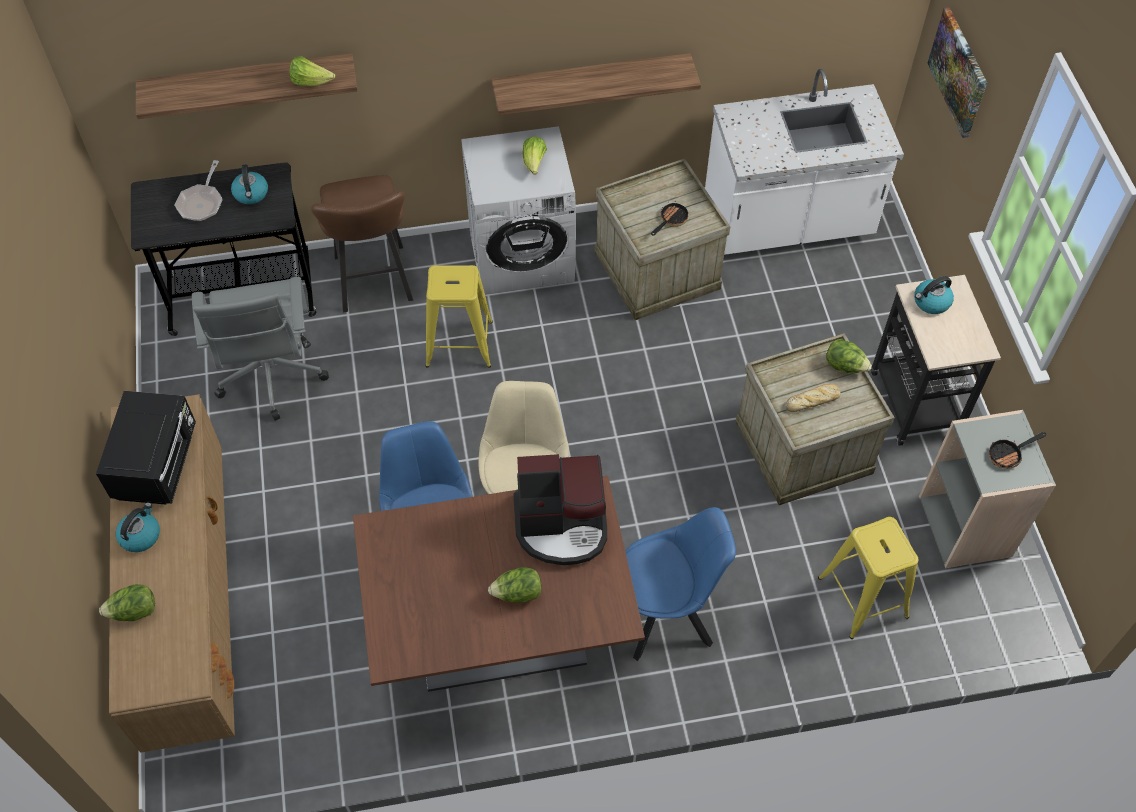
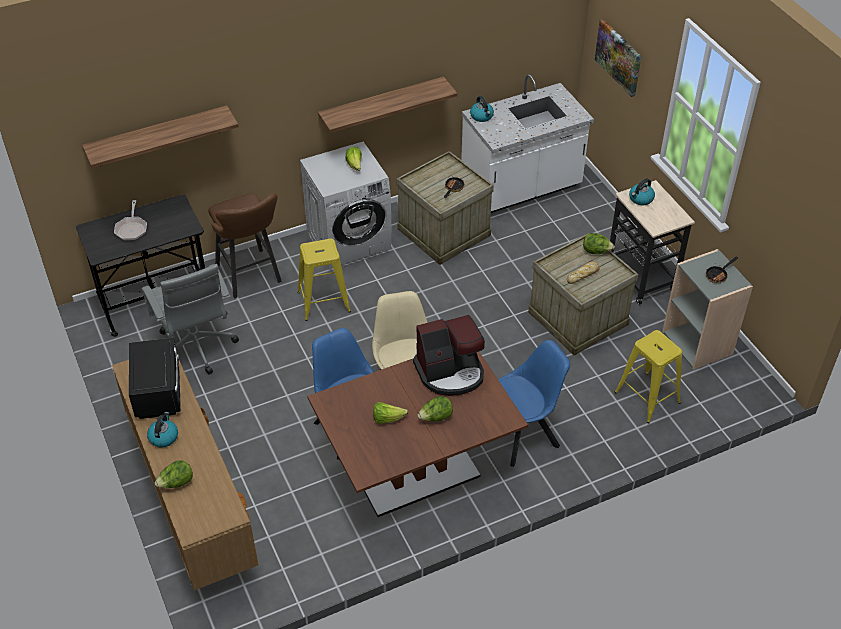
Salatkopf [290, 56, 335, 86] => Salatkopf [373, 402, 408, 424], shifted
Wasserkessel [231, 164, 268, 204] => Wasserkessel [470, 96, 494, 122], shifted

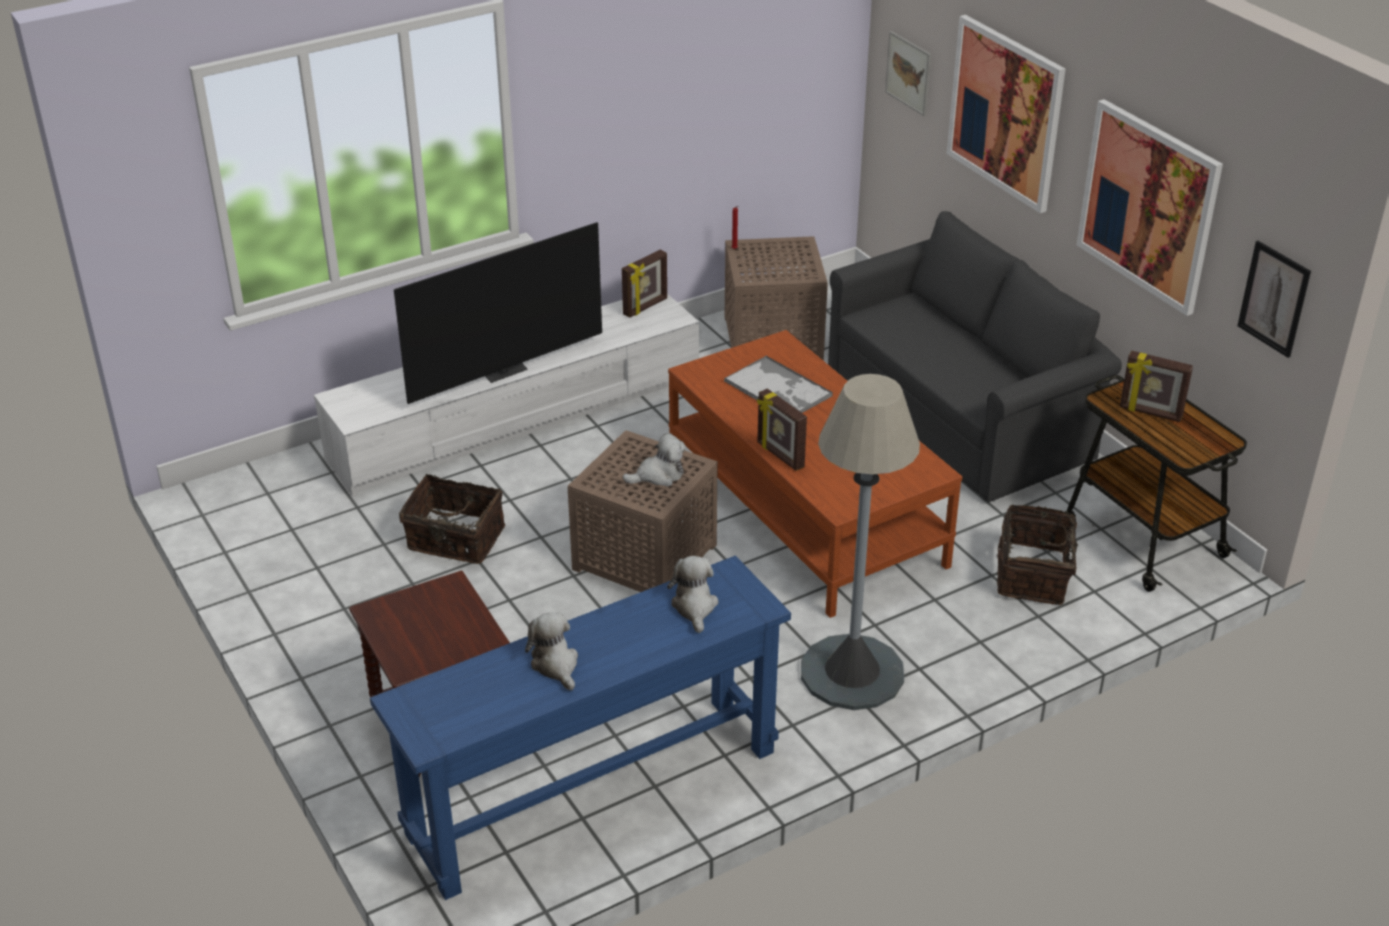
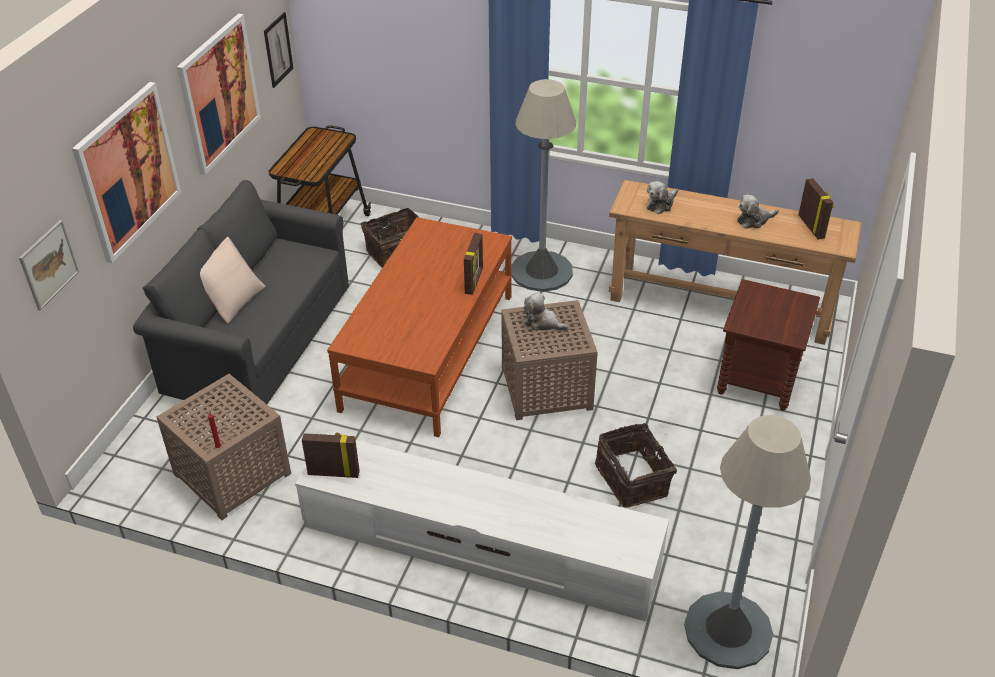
Fernseher [394, 222, 602, 404] => nothing
Bilderrahmen [1120, 351, 1193, 422] => Bilderrahmen [798, 178, 834, 240], shifted
Tablett [724, 355, 833, 413] => nothing
Konsolentisch/blau [370, 556, 791, 900] => Konsolentisch/braun [609, 180, 862, 345]
Plüschtier [525, 613, 578, 691] => Plüschtier [737, 194, 779, 228], 45 degrees clockwise
nothing => Kissen/beige [200, 237, 266, 324]
nothing => Stehlampe/grau [684, 415, 811, 669]

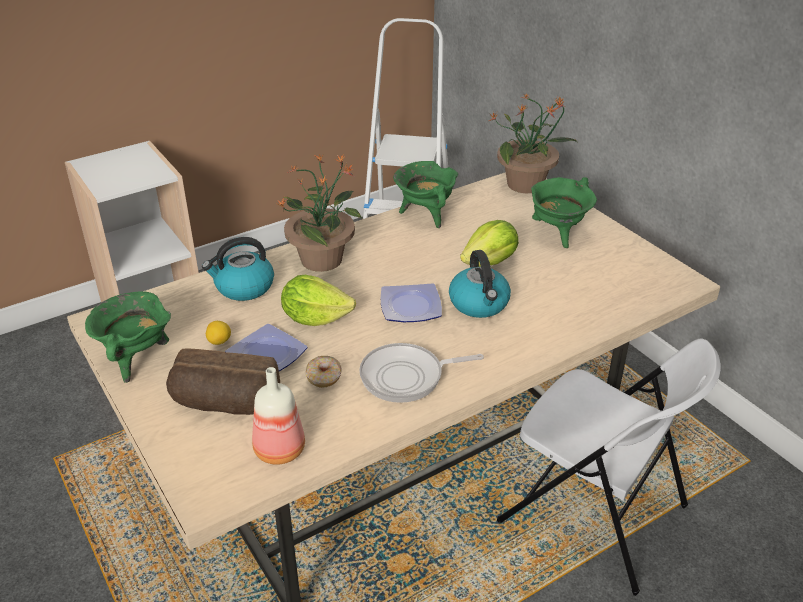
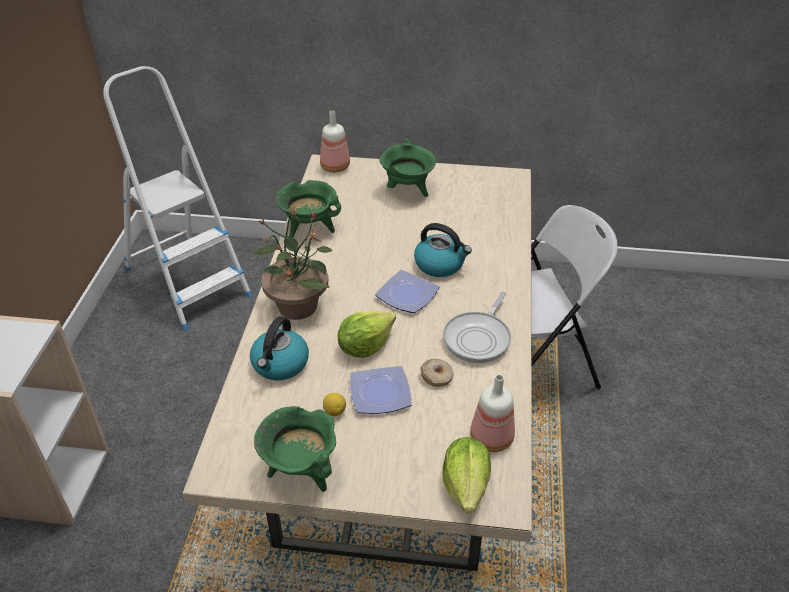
Topfpflanze [489, 93, 577, 193] => Flasche [320, 111, 350, 173]
Salatkopf [460, 220, 519, 267] => Salatkopf [442, 437, 491, 514], shifted
Brot [166, 348, 280, 415] => nothing

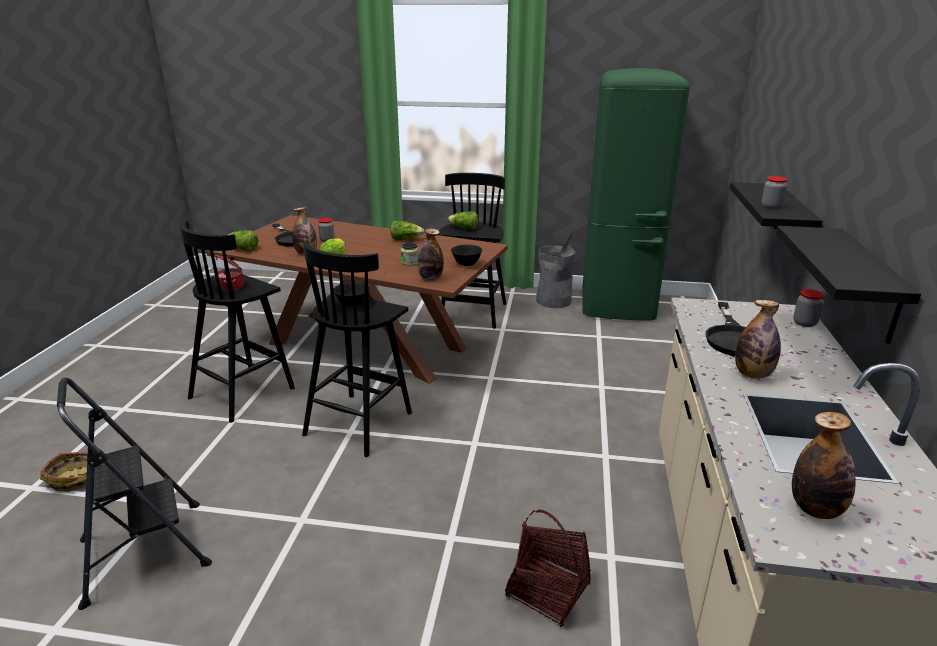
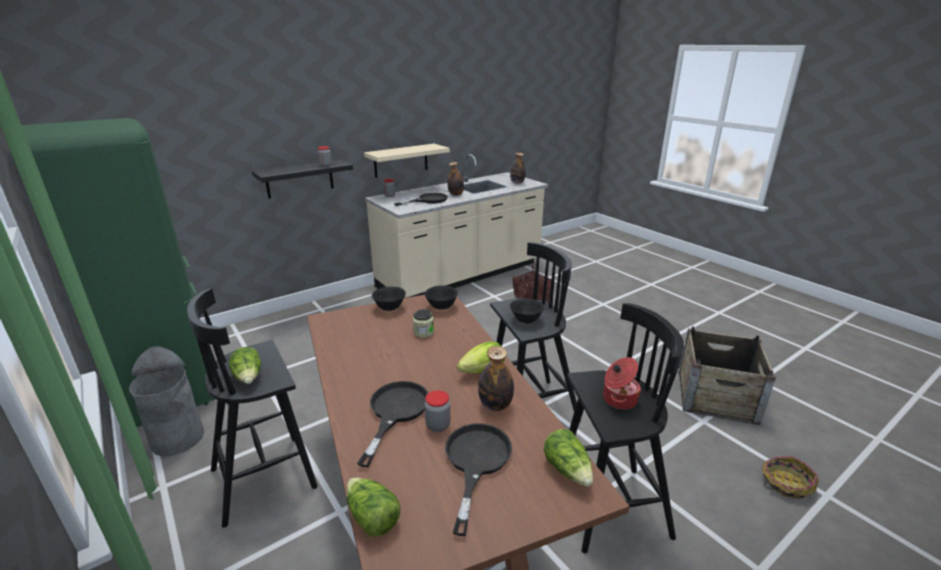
Salatkopf [391, 221, 425, 241] => Salatkopf [347, 478, 400, 537], shifted
Wandregal/schwarz [776, 226, 921, 344] => Wandregal/beige [364, 144, 450, 178]
Flasche [418, 229, 444, 280] => Schüssel/schwarz [425, 285, 458, 310]
Trittleiter/schwarz [57, 377, 212, 610] => Kiste [679, 327, 776, 425]
nothing => Pfanne/schwarz [357, 381, 428, 467]

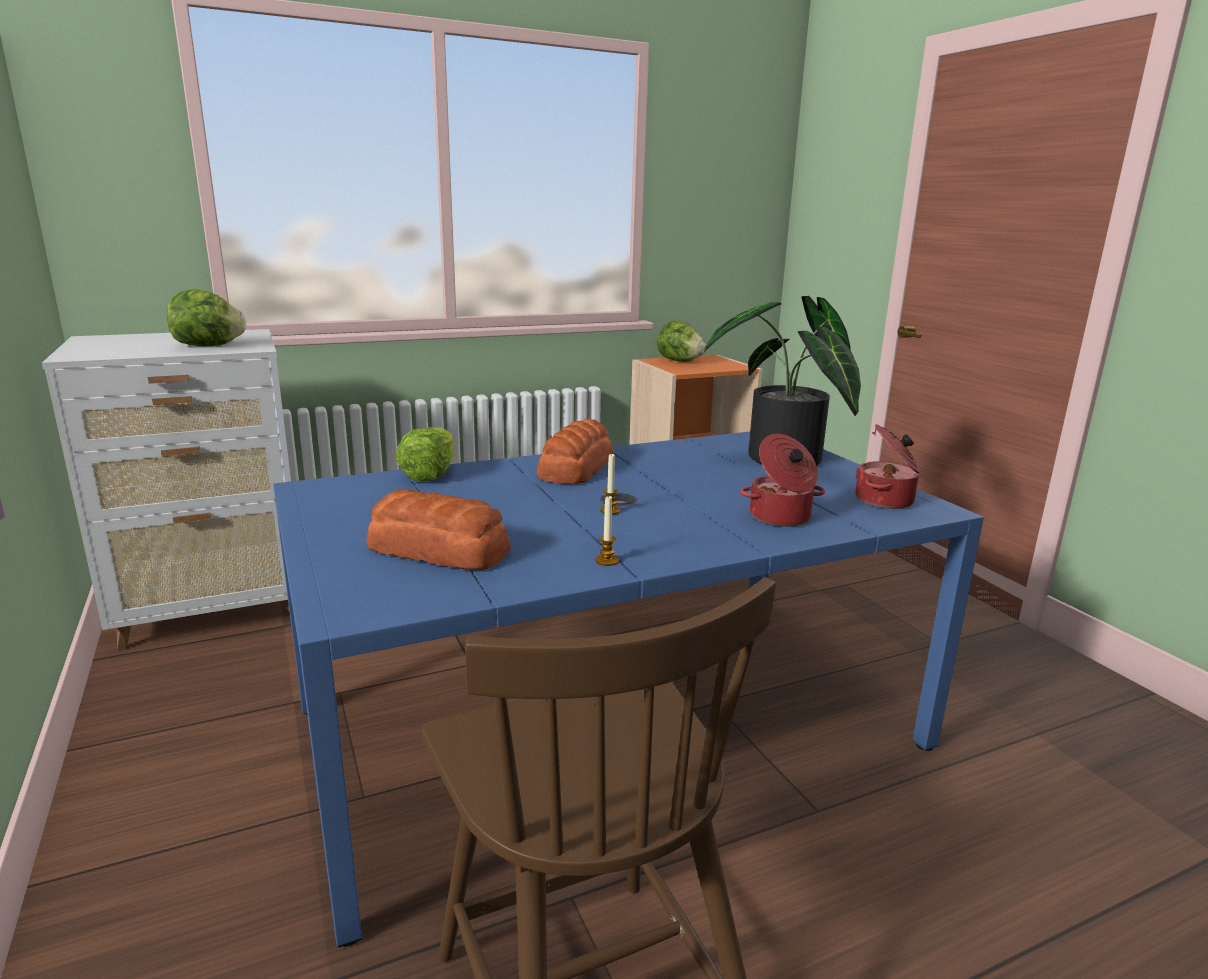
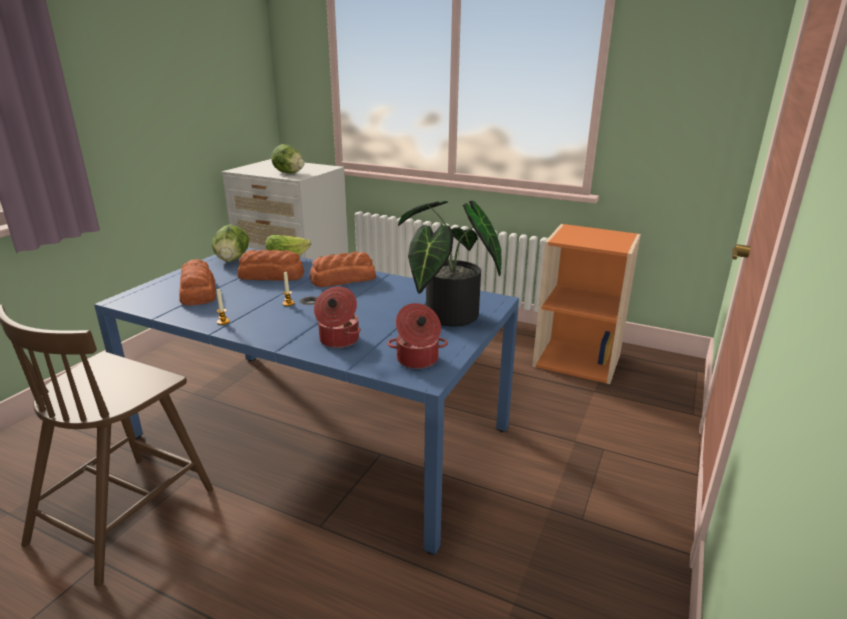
Salatkopf [657, 320, 706, 362] => Salatkopf [212, 224, 249, 262], shifted
nothing => Brot [238, 250, 304, 281]

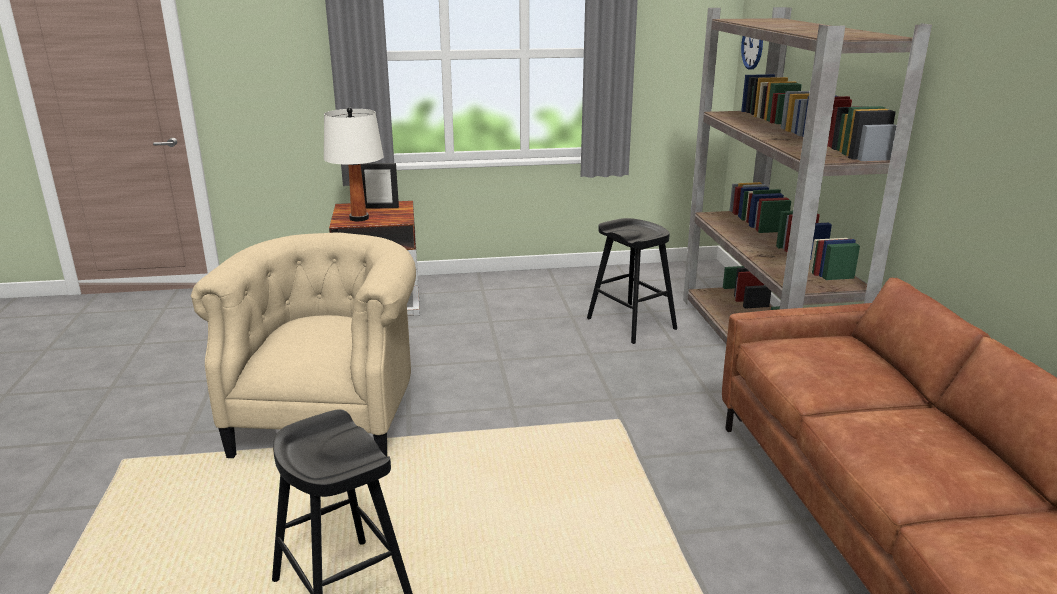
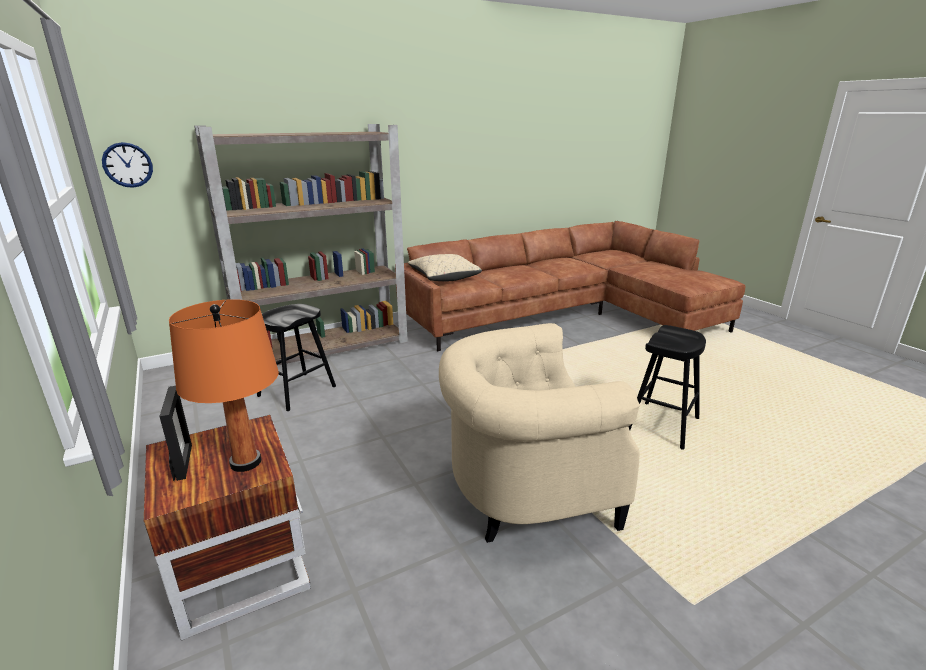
Tischlampe/weiß [324, 107, 384, 221] => Tischlampe/orange [169, 299, 279, 472]
nothing => Kissen/beige [408, 254, 482, 281]

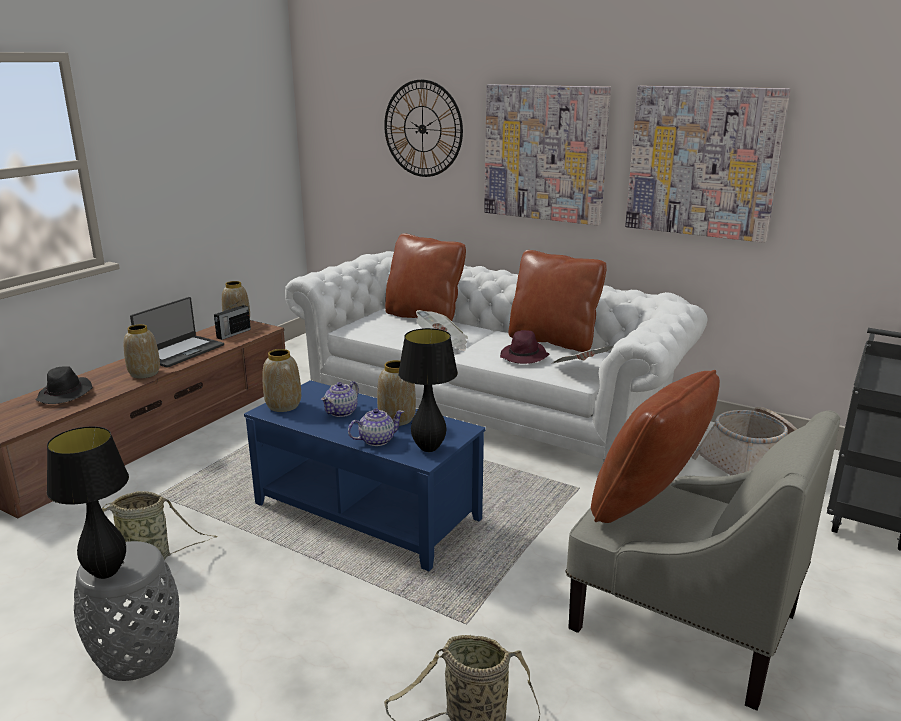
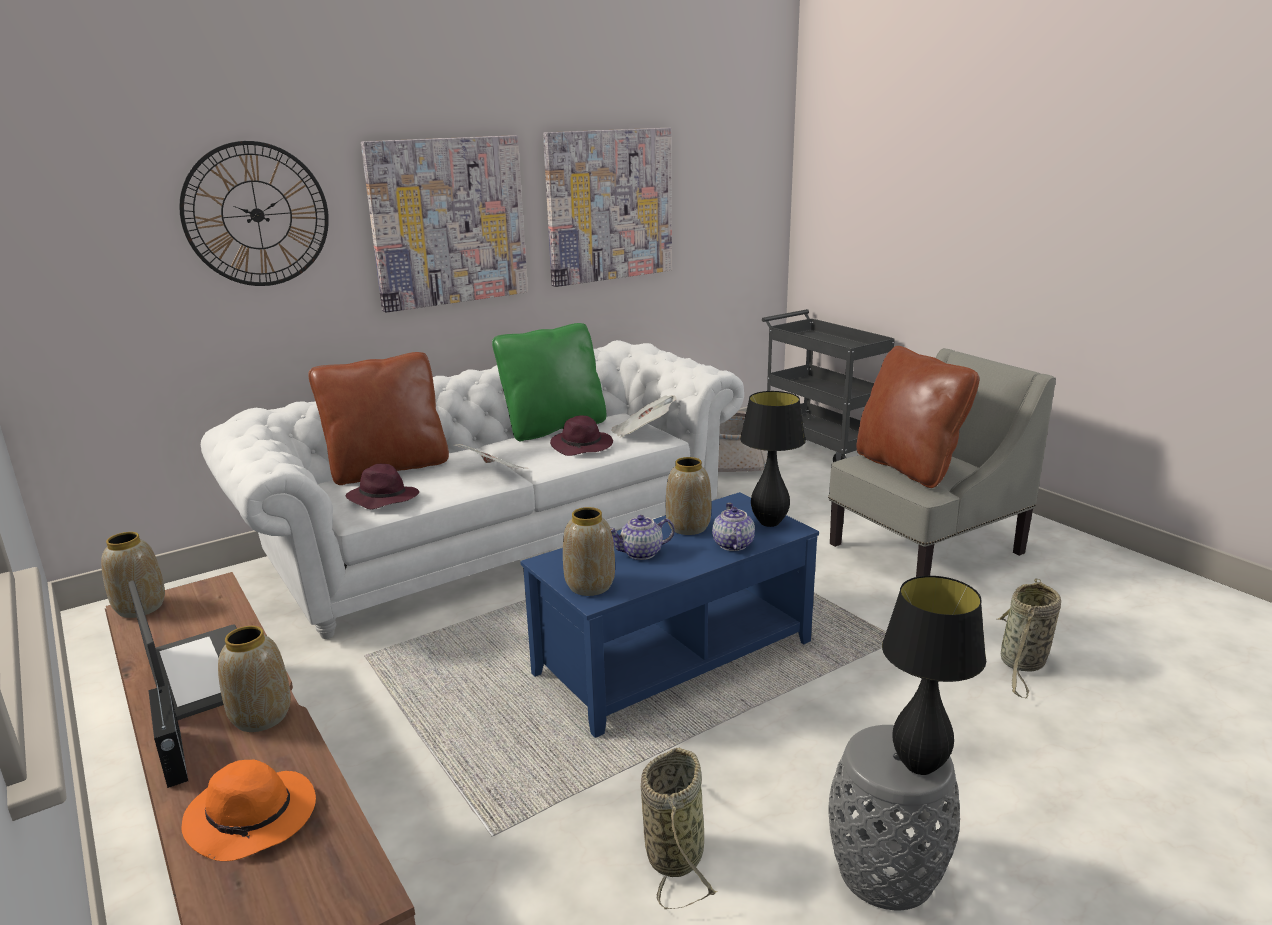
Kissen/braun [508, 250, 607, 352] => Kissen/grün [492, 323, 606, 441]
Radio [214, 301, 251, 340] => Radio [148, 679, 188, 788], shifted
Hut/schwarz [35, 366, 93, 404] => Hut/orange [181, 760, 316, 861]
Teekanne [321, 381, 359, 417] => Teekanne [610, 515, 675, 560], 105 degrees clockwise
nothing => Hut/lila [346, 464, 419, 509]

